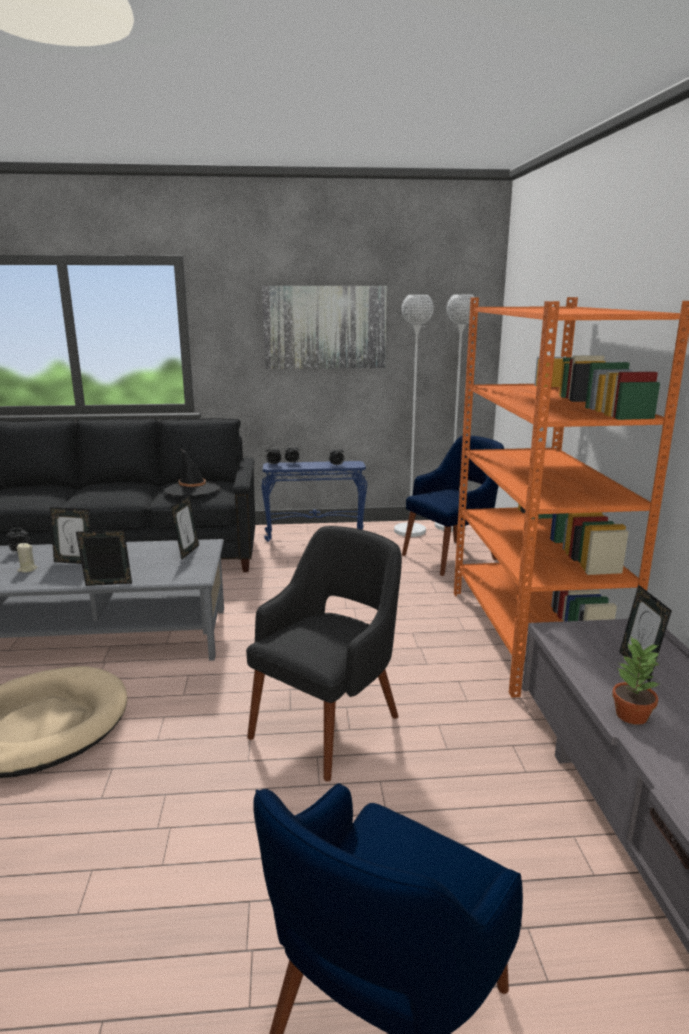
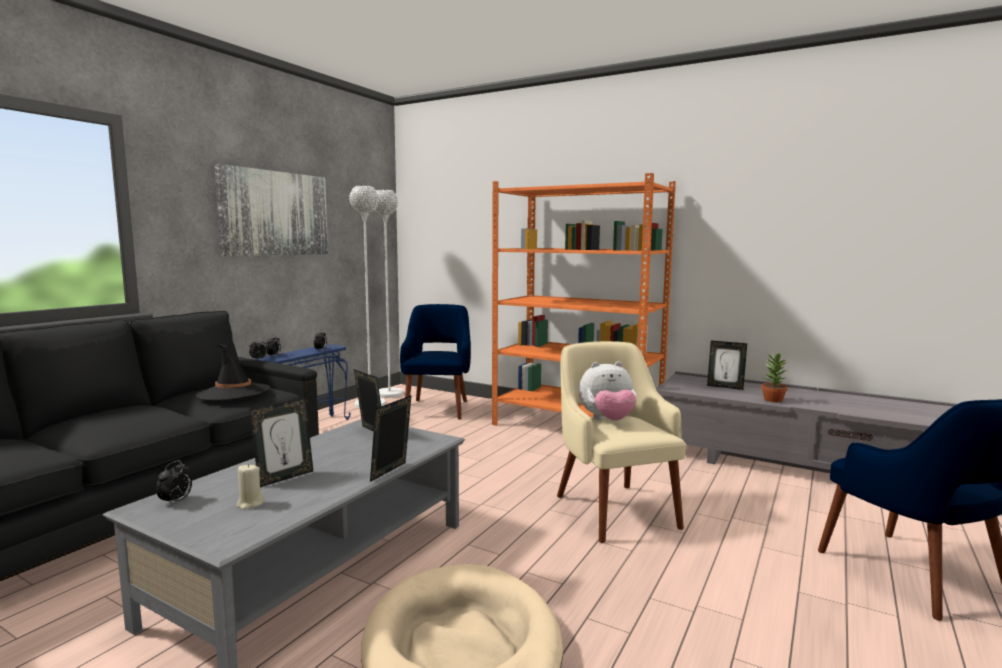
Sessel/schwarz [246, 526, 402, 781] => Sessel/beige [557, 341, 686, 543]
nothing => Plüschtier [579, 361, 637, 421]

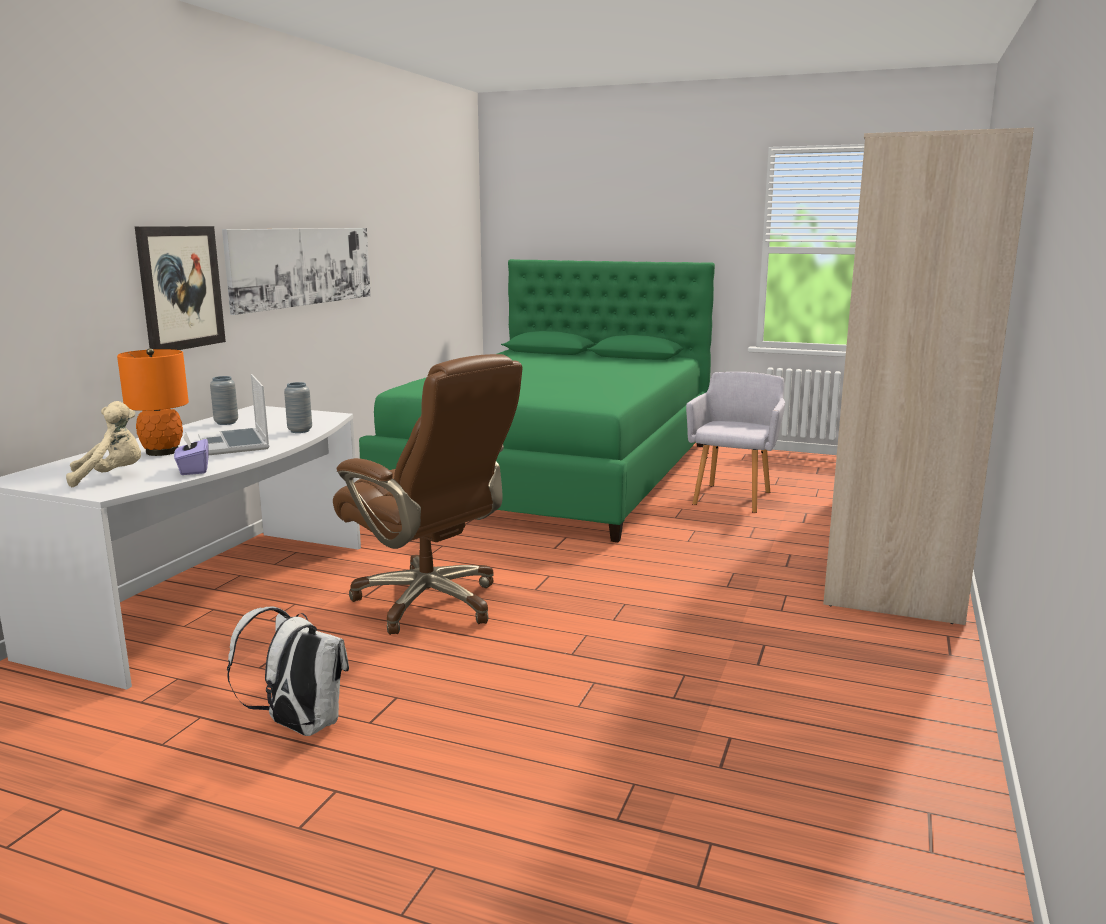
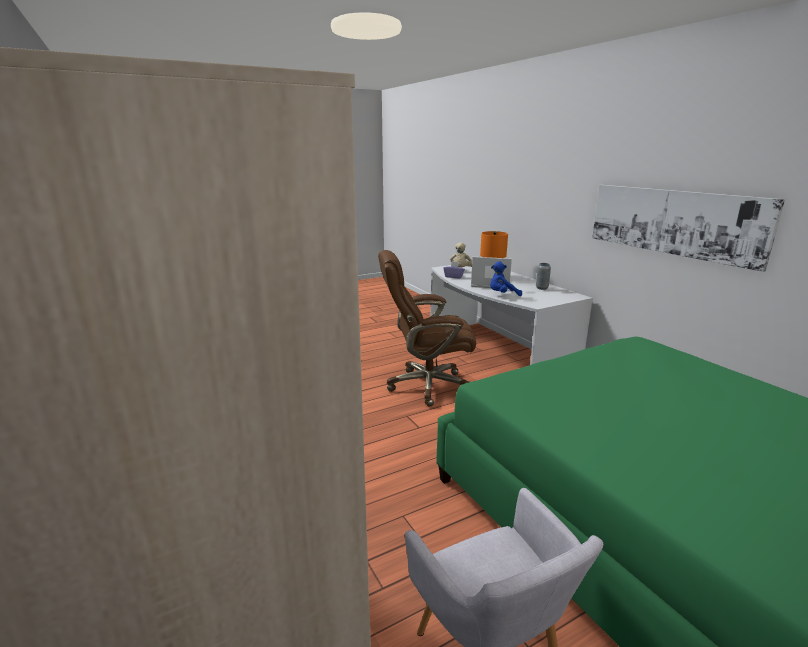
Bild [135, 226, 226, 350] => nothing
Vase/grau [284, 382, 312, 433] => Plüschtier/blau [490, 261, 522, 296]
Rucksack/weiß [227, 607, 349, 736] => nothing

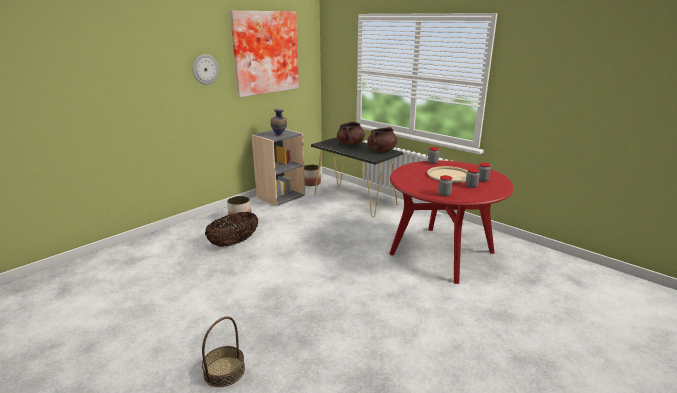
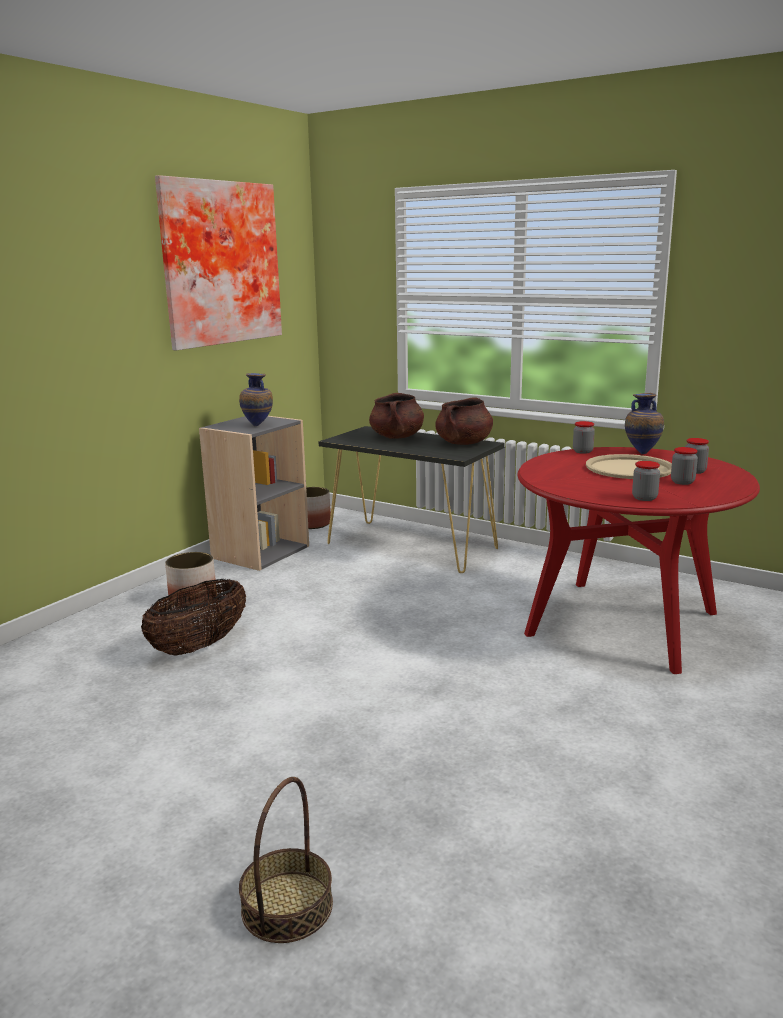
Wanduhr [192, 54, 219, 85] => nothing
nothing => Vase [625, 393, 664, 454]

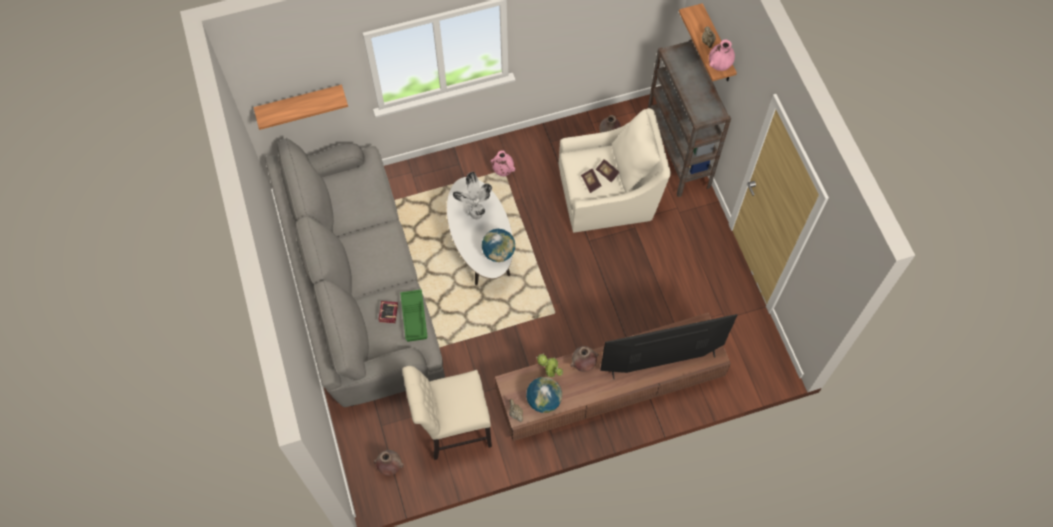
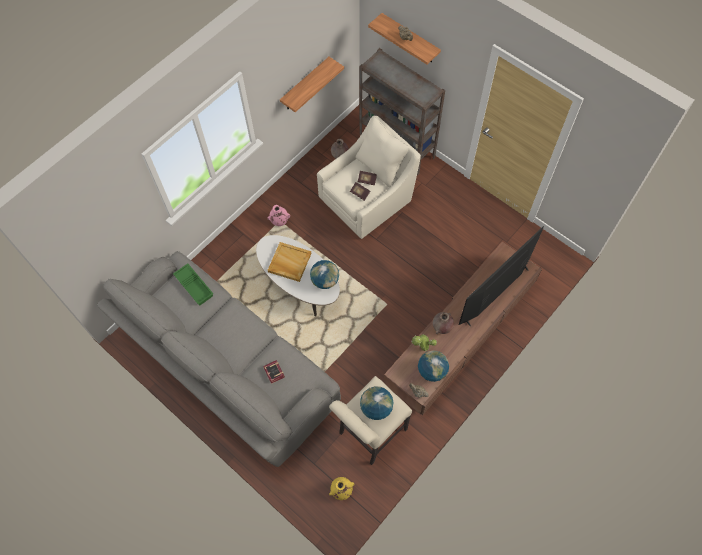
Vase/rosa [709, 39, 735, 71] => nothing
Wandregal [253, 85, 348, 130] => Wandregal [280, 57, 344, 112], shifted
Topfpflanze [453, 172, 492, 220] => Tablett/beige [268, 242, 311, 282]
Tablett/grün [400, 289, 427, 342] => Tablett/grün [173, 263, 213, 306], shifted
Vase/braun [374, 450, 404, 476] => Vase/gelb [329, 477, 354, 500]
nothing => Globus [360, 386, 394, 420]

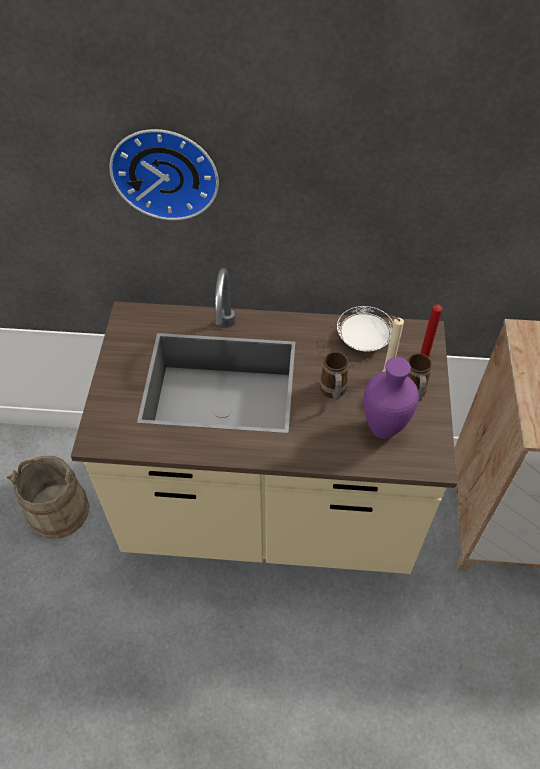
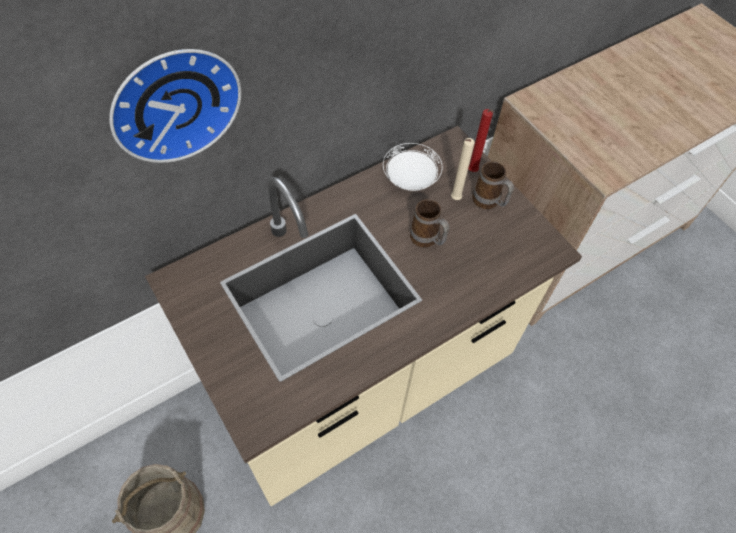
Vase/lila [364, 357, 419, 439] => nothing

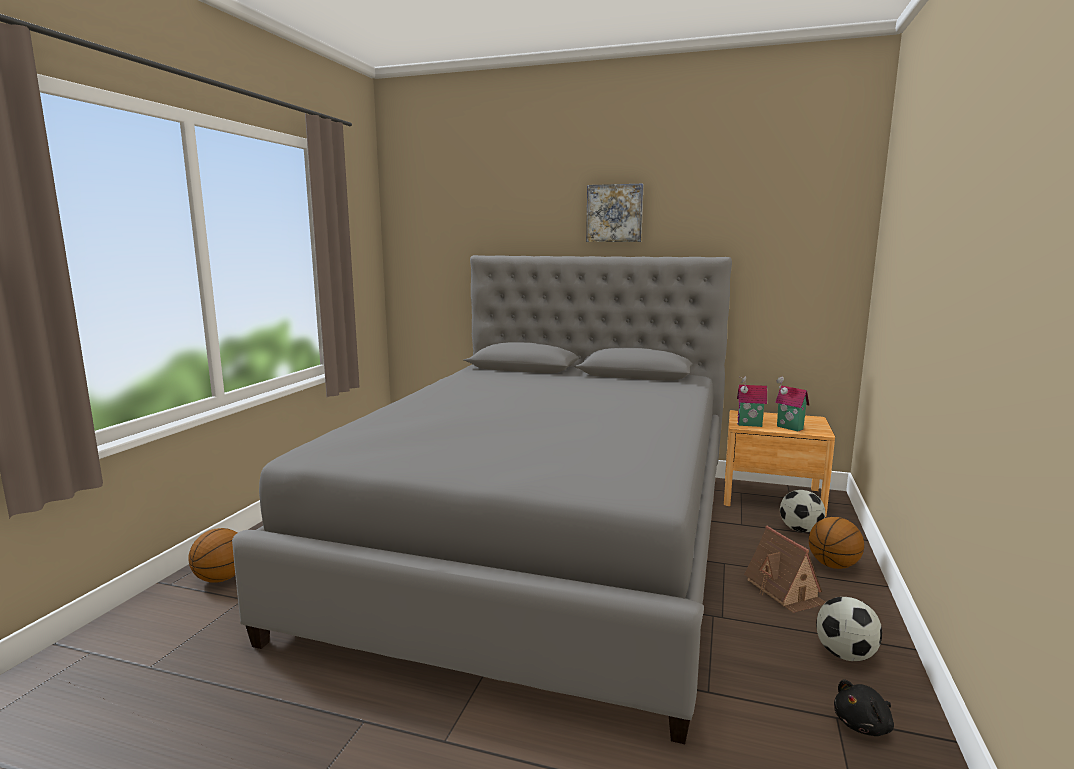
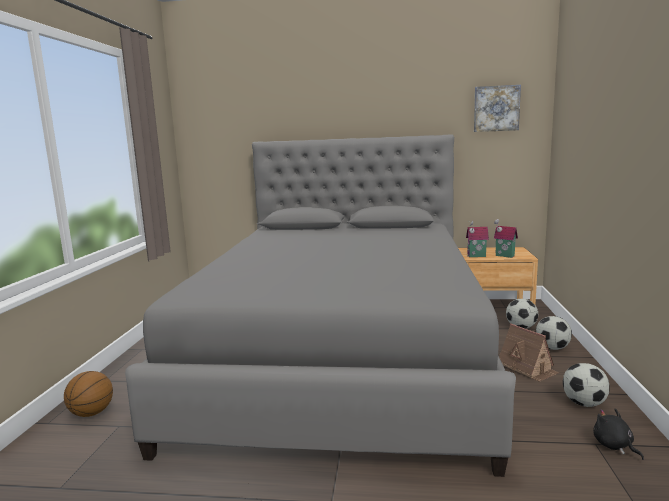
Bild [586, 184, 644, 242] => Bild [474, 85, 521, 132], shifted
Basketball [809, 517, 864, 569] => Fußball [536, 316, 572, 350]
Plüschtier/schwarz [834, 679, 894, 736] => Plüschtier/schwarz [593, 408, 644, 460], 105 degrees clockwise

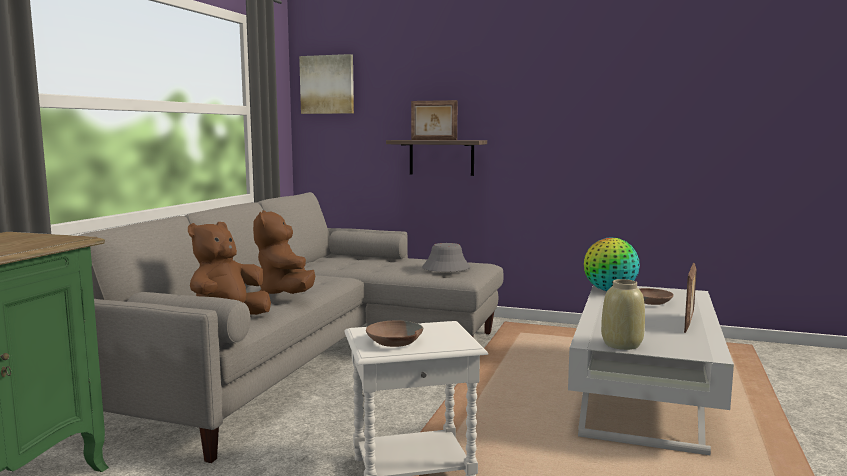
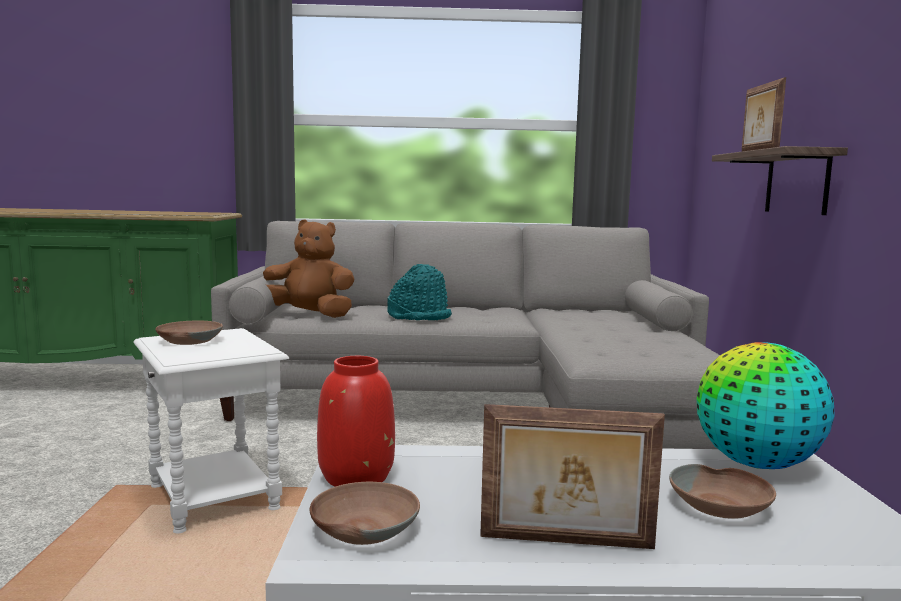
Bild [299, 54, 354, 114] => nothing
Plüschtier/braun [253, 210, 315, 294] => Hut/türkis [387, 264, 452, 320]
Hut/grau [422, 243, 470, 272] => nothing
Vase/beige [601, 279, 645, 350] => Vase/rot [317, 356, 395, 487]
nothing => Schüssel/braun [309, 482, 420, 545]

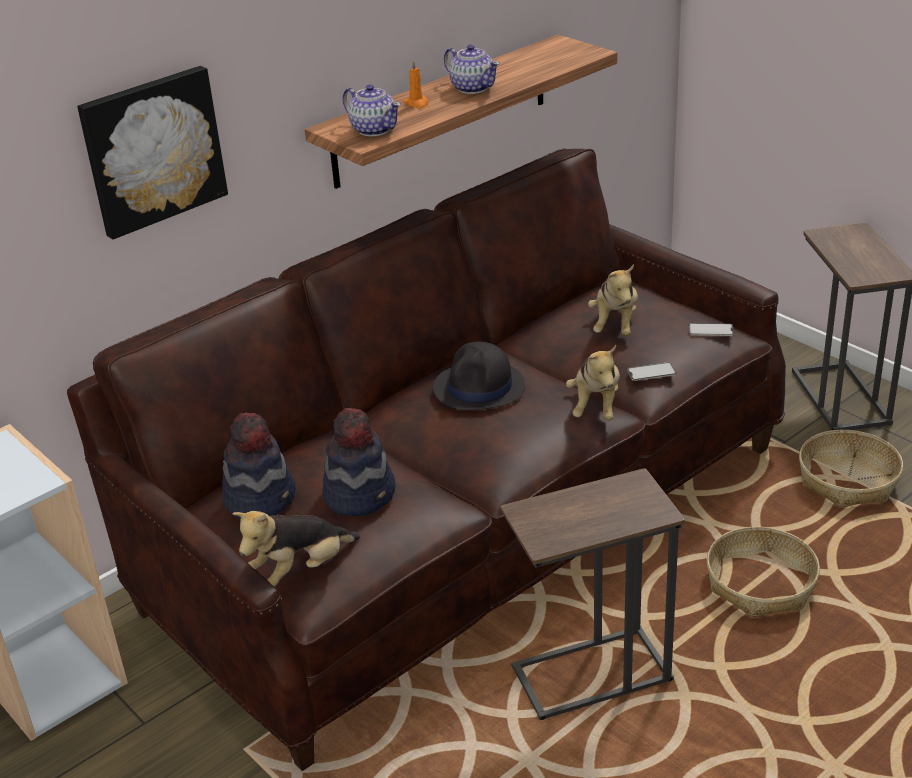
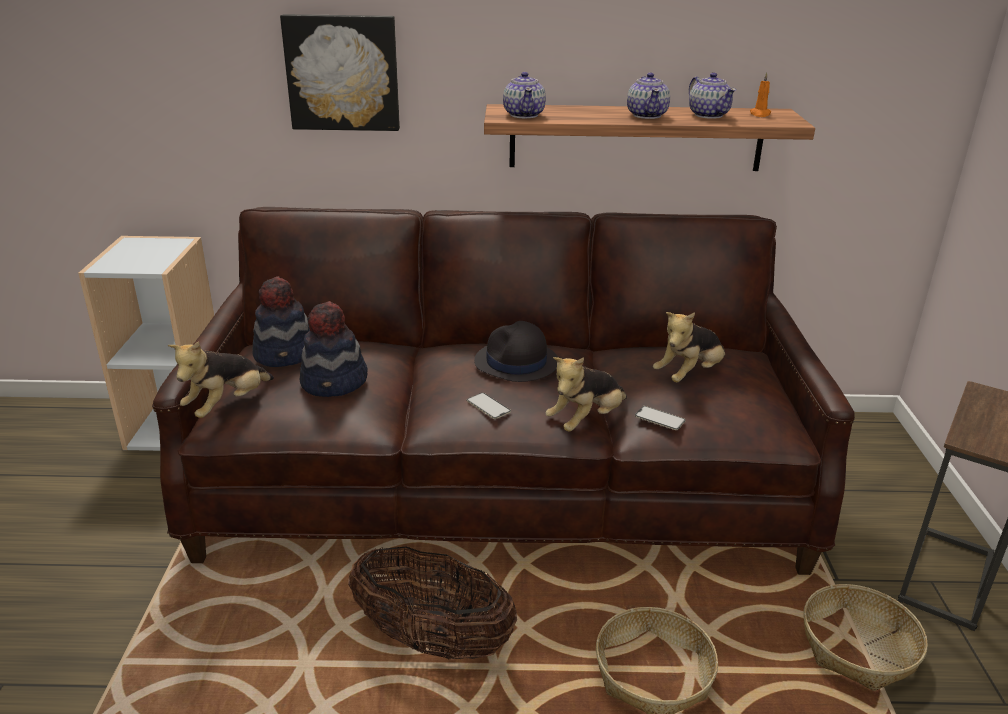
Kerze/orange [404, 60, 428, 108] => Kerze/orange [750, 72, 771, 117], shifted
Handy [689, 323, 734, 336] => Handy [467, 393, 511, 419], shifted
Beistelltisch/braun [501, 468, 685, 720] => Korb [348, 546, 517, 659]
Plüschtier [232, 511, 360, 587] => Plüschtier [168, 341, 274, 418], 60 degrees counterclockwise
nothing => Teekanne [689, 72, 736, 119]

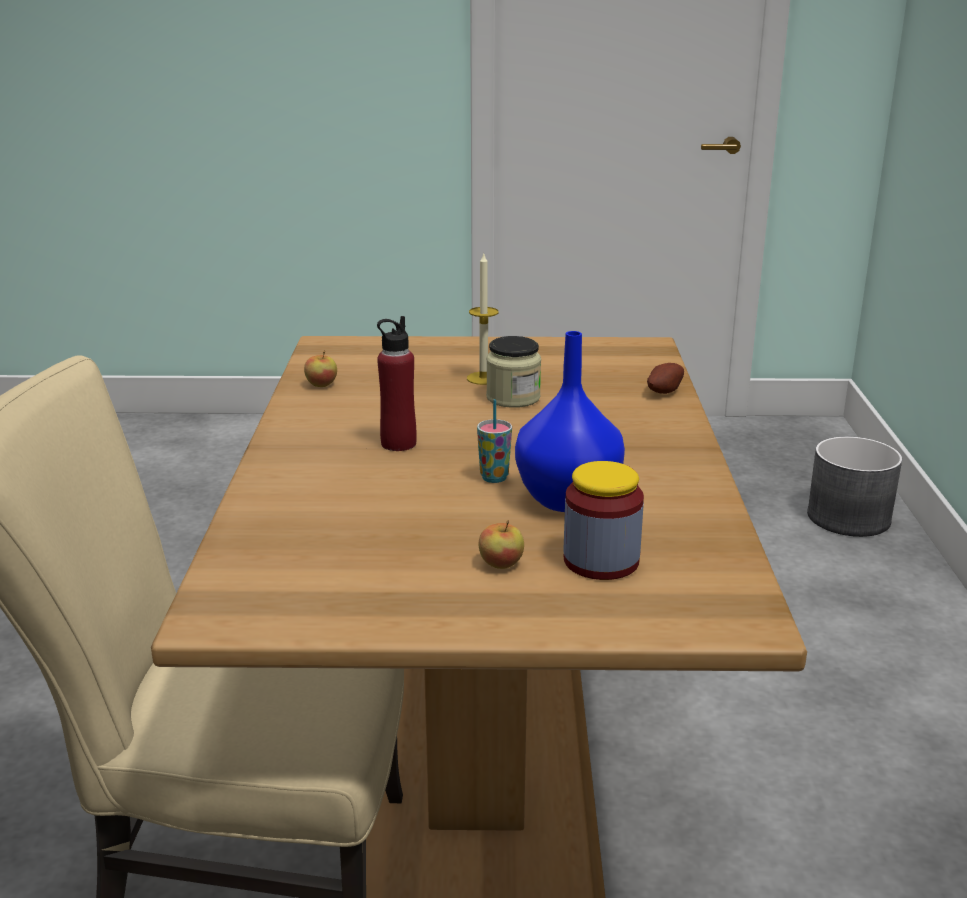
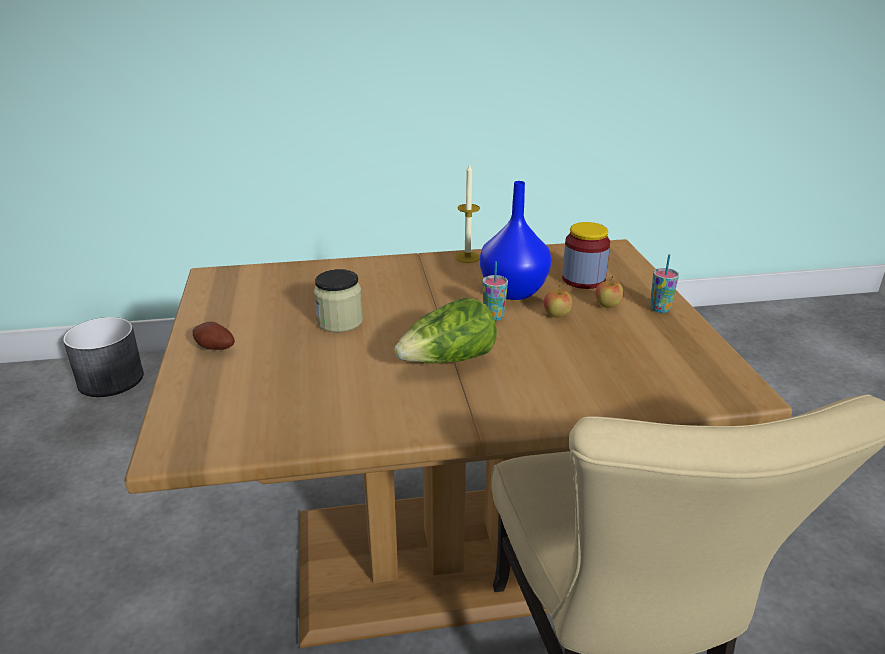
Kerze [467, 254, 499, 385] => Kerze [455, 163, 480, 263], shifted
Flasche/rot [377, 316, 417, 451] => Salatkopf [394, 298, 497, 363]
Apfel [304, 350, 337, 387] => Apfel [544, 284, 572, 318], shifted
Kartoffel [647, 363, 684, 394] => Kartoffel [193, 322, 235, 350], shifted
nothing => Tasse [650, 254, 679, 313]

